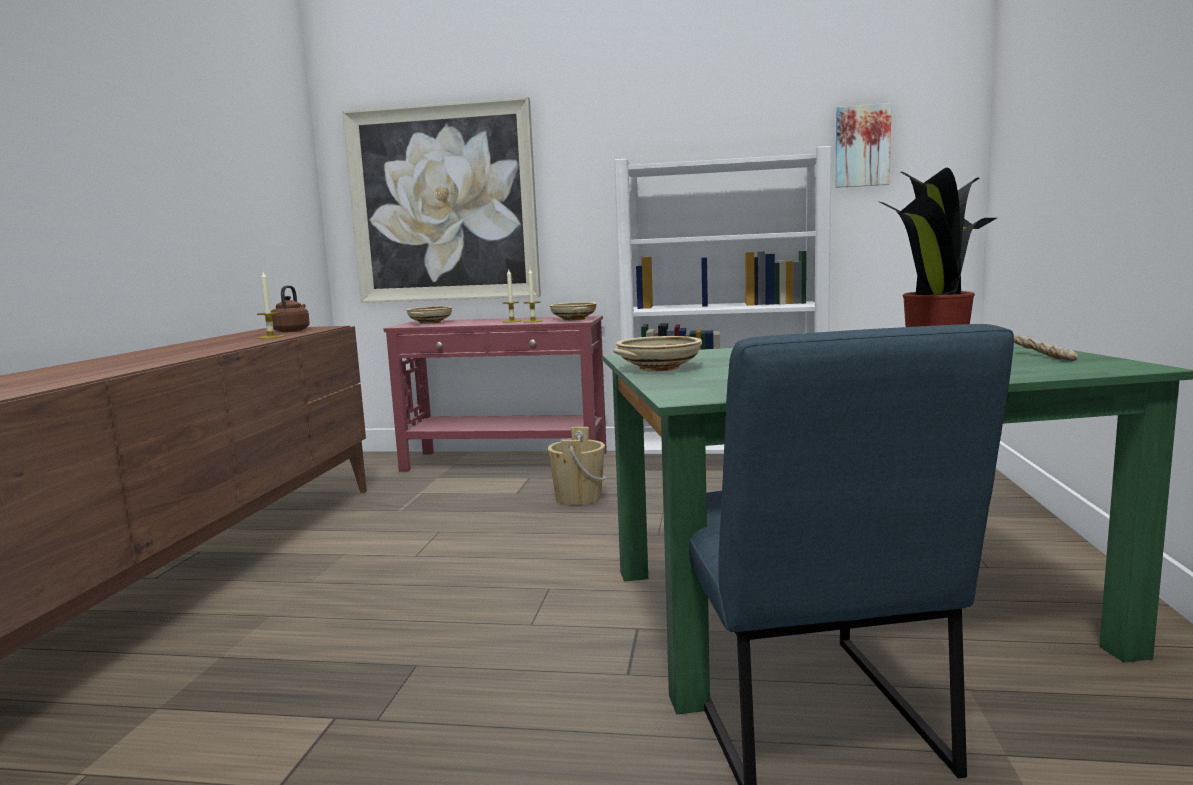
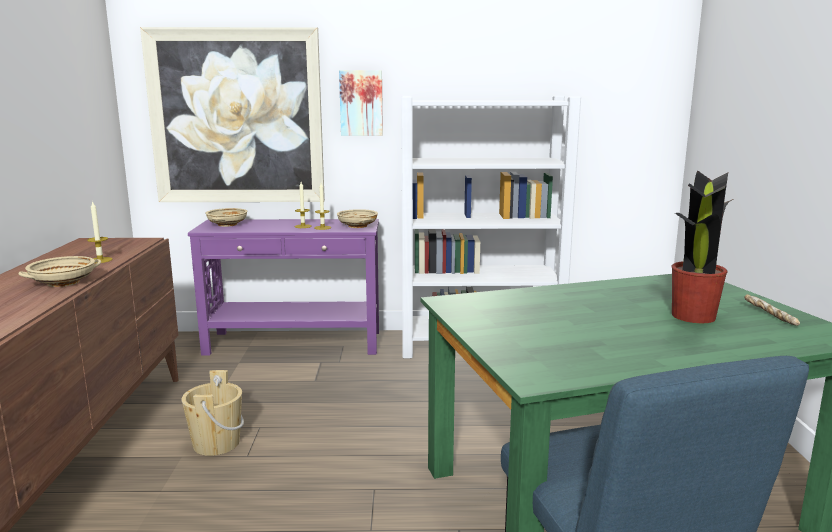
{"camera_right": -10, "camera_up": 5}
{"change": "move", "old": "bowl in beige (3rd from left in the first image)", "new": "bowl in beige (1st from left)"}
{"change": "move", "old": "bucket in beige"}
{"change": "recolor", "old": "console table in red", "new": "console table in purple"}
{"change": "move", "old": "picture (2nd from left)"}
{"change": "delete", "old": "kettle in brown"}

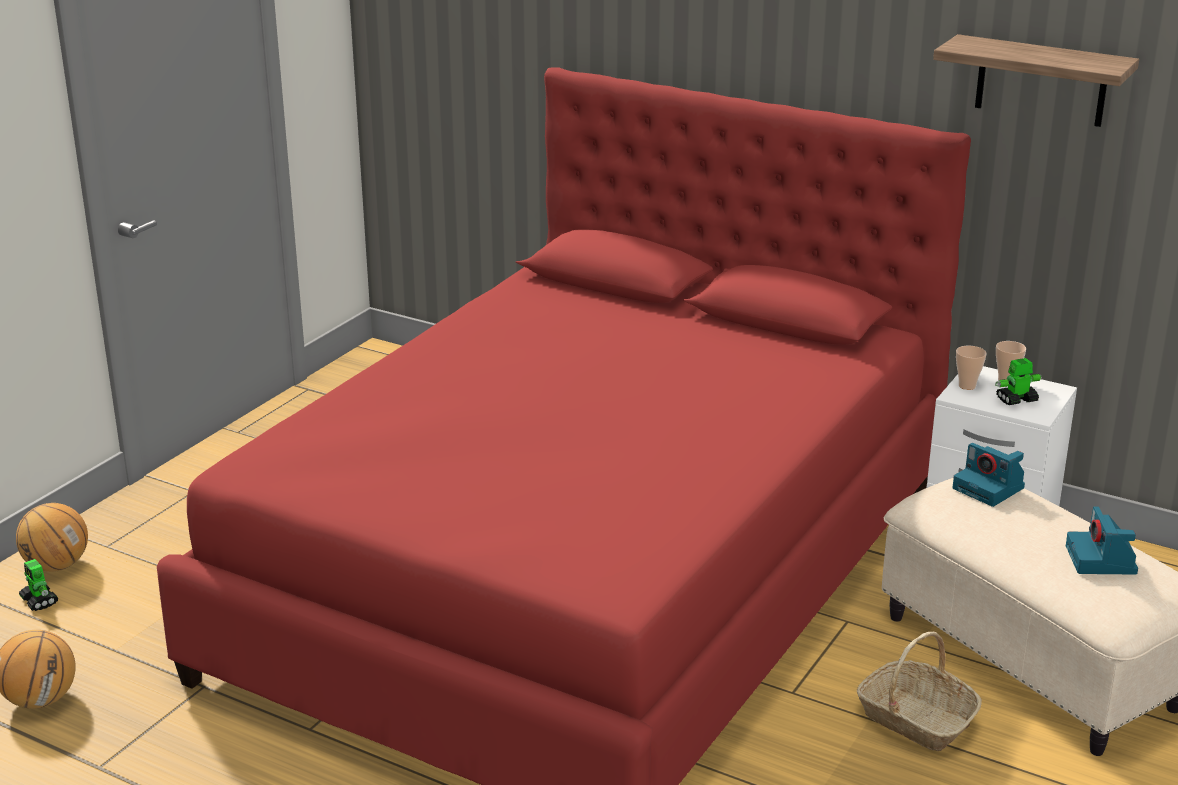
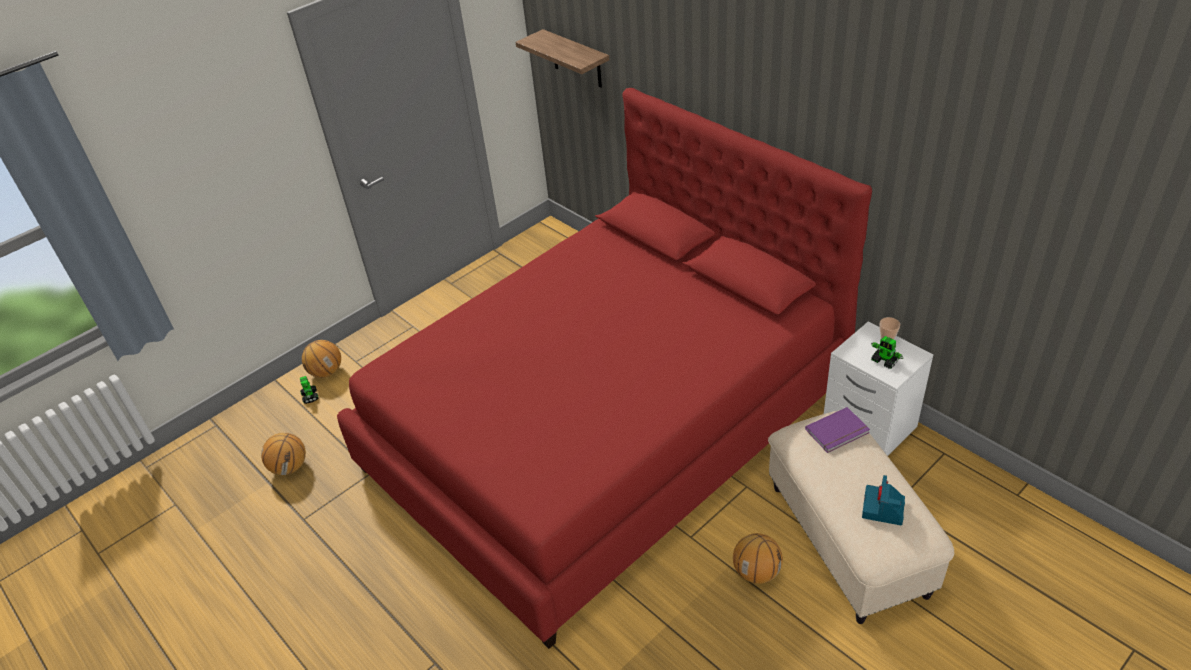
{"camera_right": 20, "camera_up": 15}
{"change": "move", "old": "shelf"}
{"change": "replace", "old": "basket", "new": "basketball (3rd from left)"}
{"change": "replace", "old": "photo camera (1st from left)", "new": "book in purple"}
{"change": "rotate", "old": "toy robot (2nd from left)", "degrees": -135}
{"change": "delete", "old": "cup (1st from left)"}

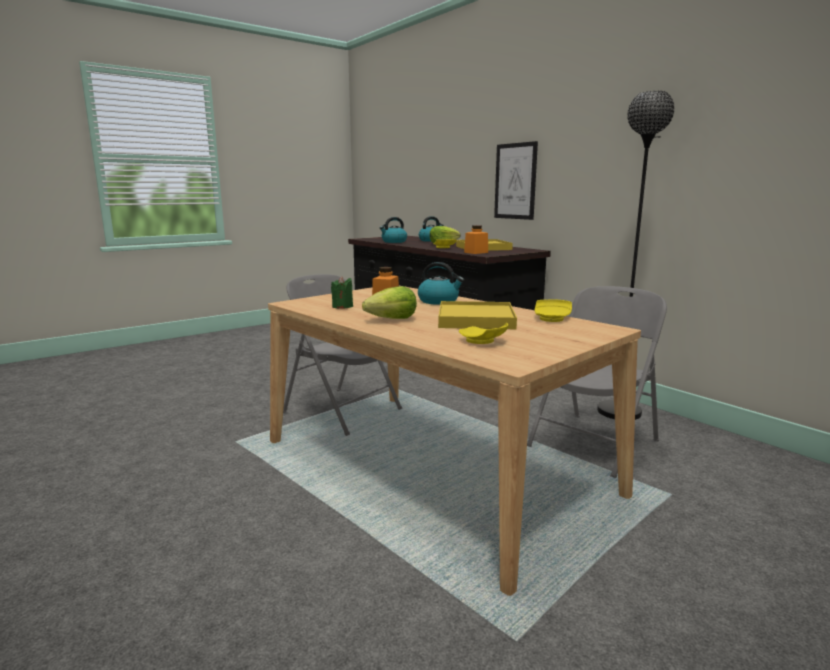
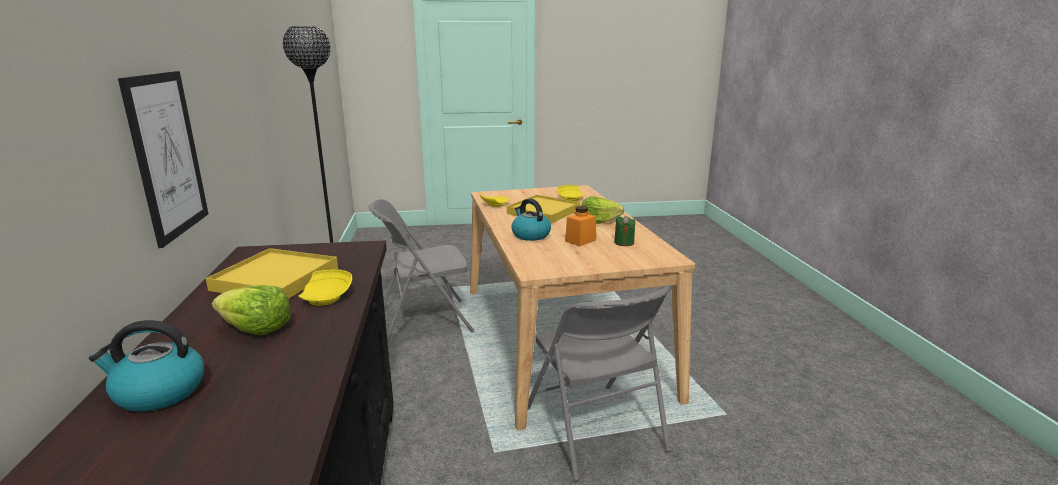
{"camera_right": -150, "camera_up": 5}
{"change": "delete", "old": "kettle (1st from left)"}
{"change": "delete", "old": "jar in orange (2nd from left)"}

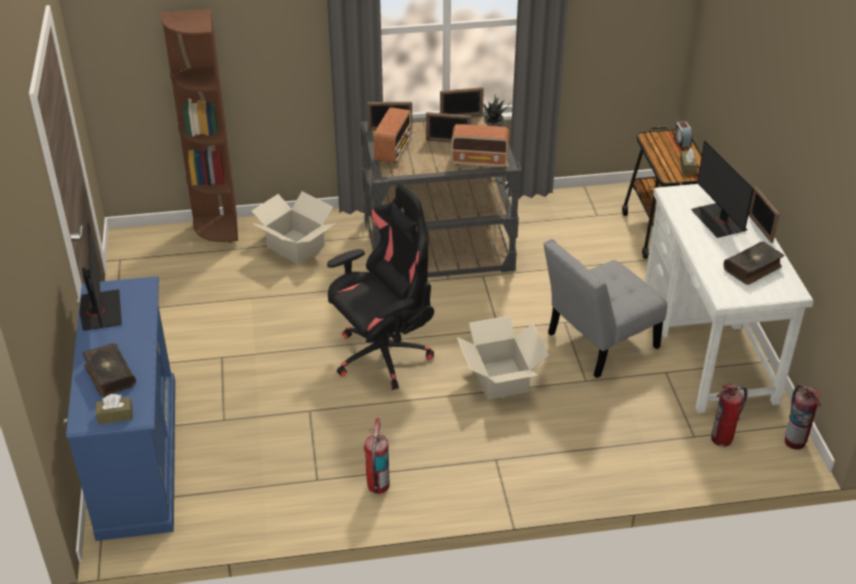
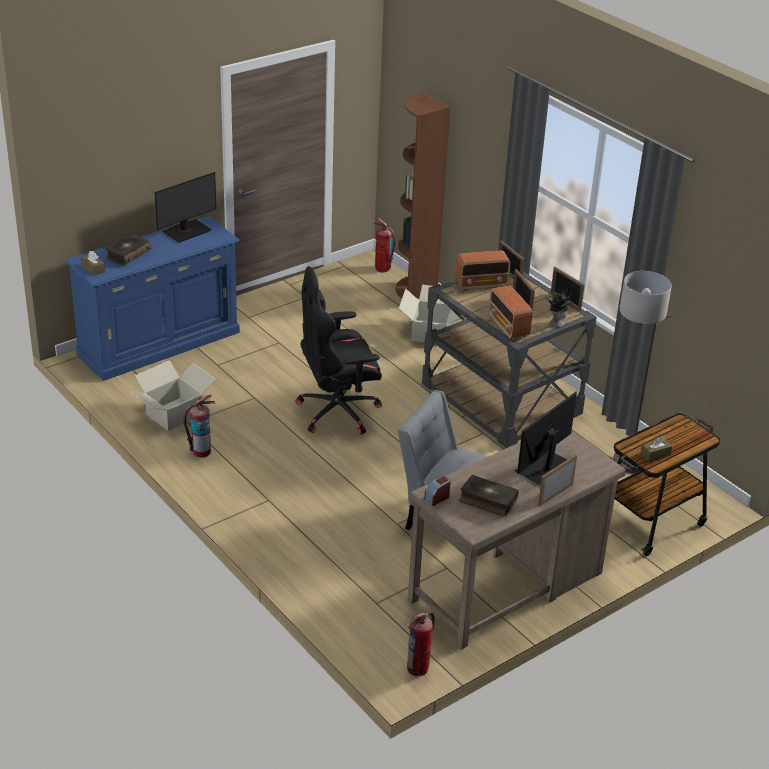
{"camera_right": 60, "camera_up": -5}
{"change": "move", "old": "cardboard box (2nd from left in the first image)", "new": "cardboard box (1st from left)"}
{"change": "rotate", "old": "office chair in black", "degrees": 135}
{"change": "move", "old": "fire extinguisher (2nd from left)"}
{"change": "recolor", "old": "desk in white", "new": "desk in brown"}
{"change": "move", "old": "alarm clock"}
{"change": "insert", "new": "floor lamp in grey"}

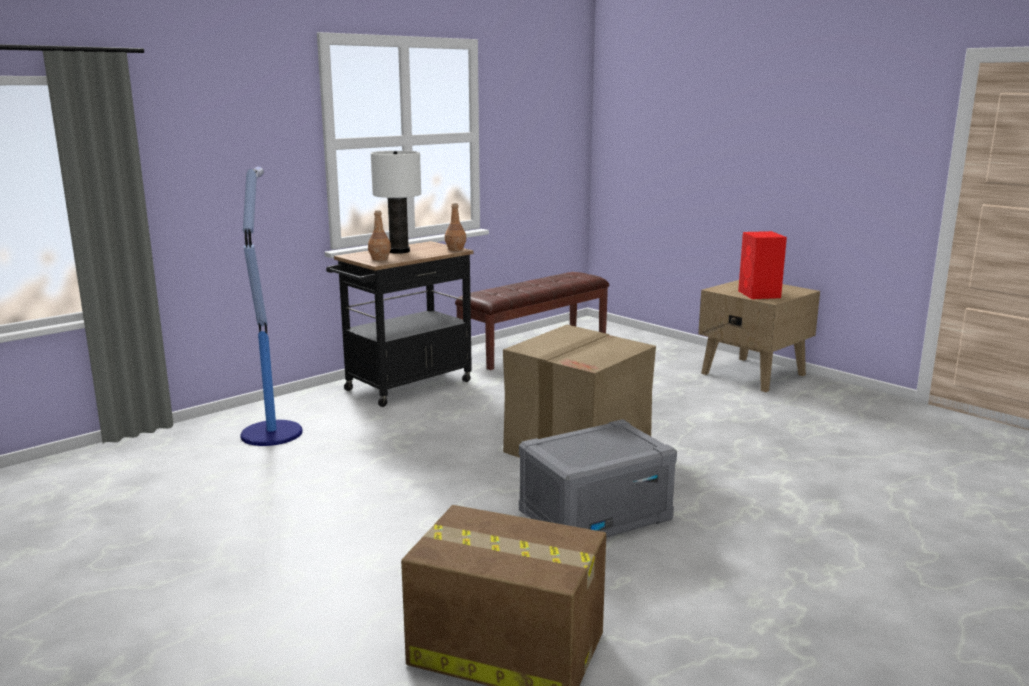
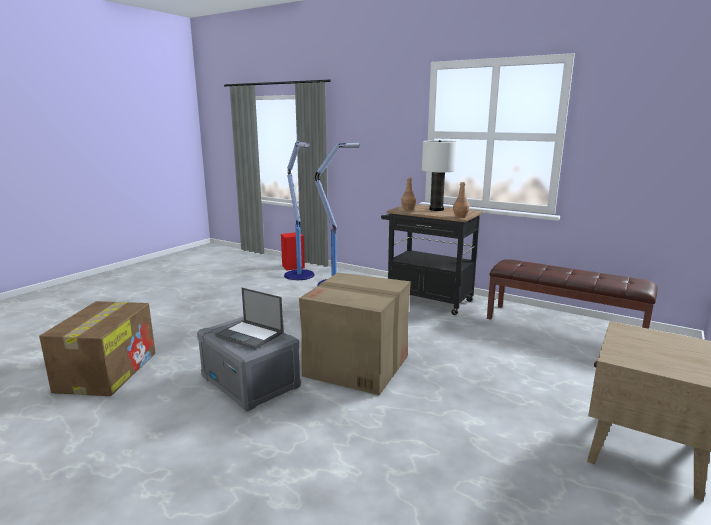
{"camera_right": 75, "camera_up": 0}
{"change": "insert", "new": "laptop"}
{"change": "move", "old": "speaker in red"}
{"change": "insert", "new": "floor lamp (1st from left)"}

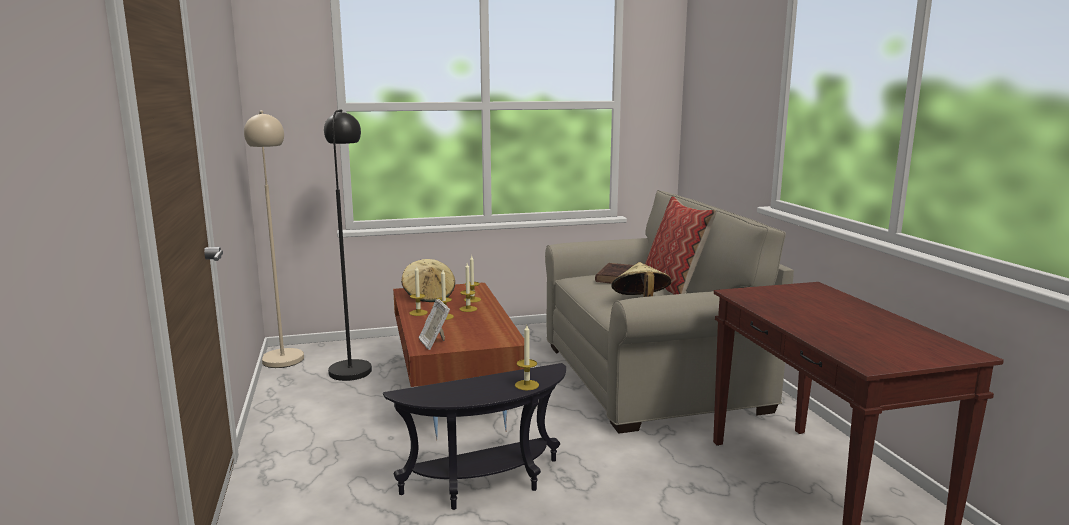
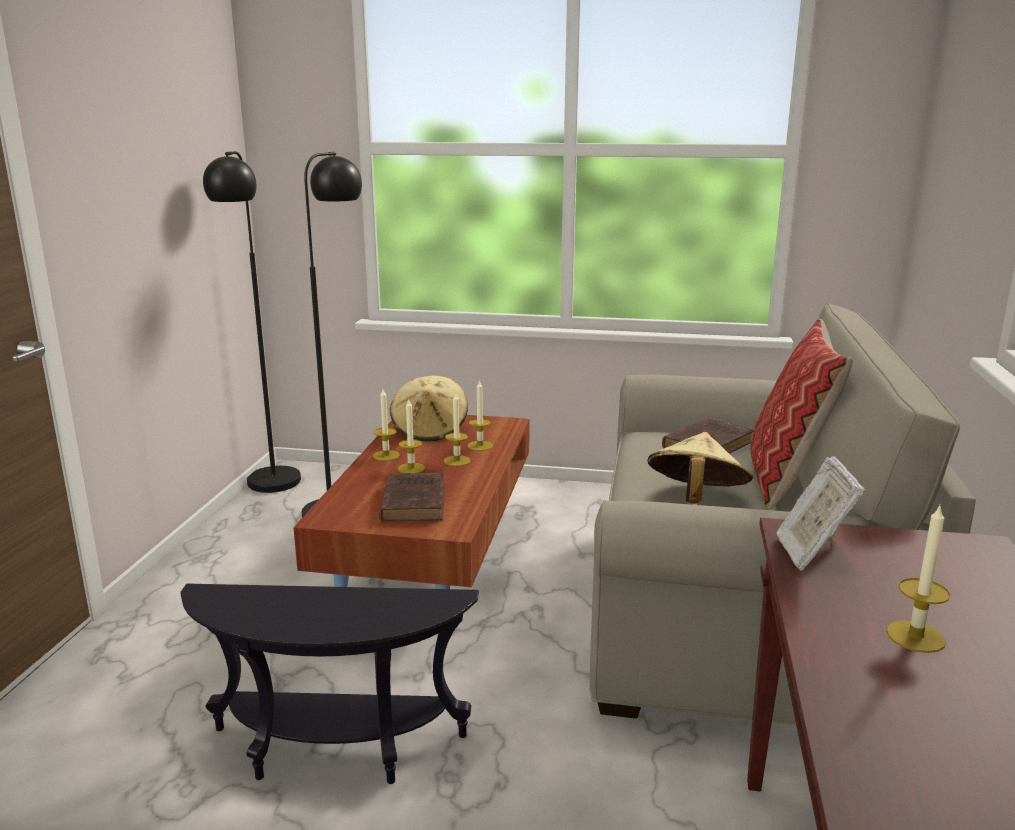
{"camera_right": 25, "camera_up": 5}
{"change": "recolor", "old": "floor lamp in beige", "new": "floor lamp in black (1st from left)"}
{"change": "insert", "new": "book in brown (1st from left)"}
{"change": "move", "old": "picture frame"}
{"change": "move", "old": "candle (5th from left)"}

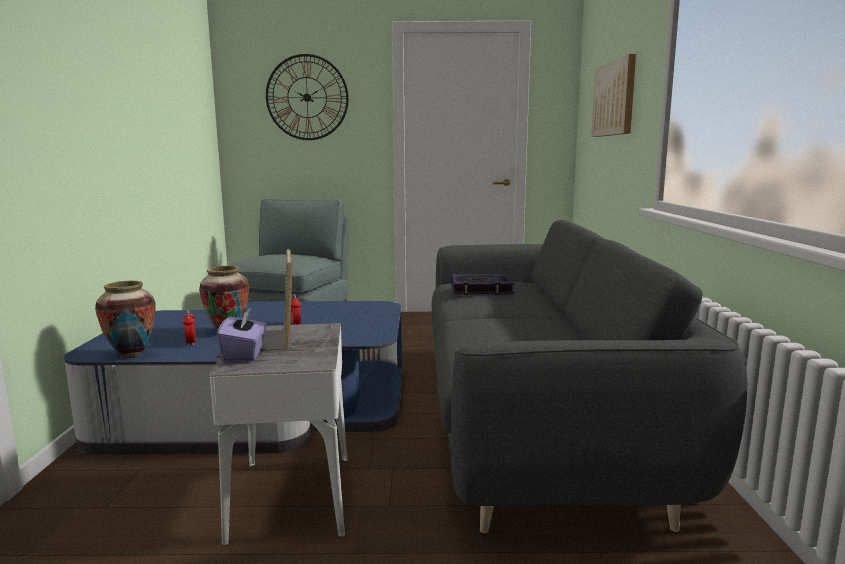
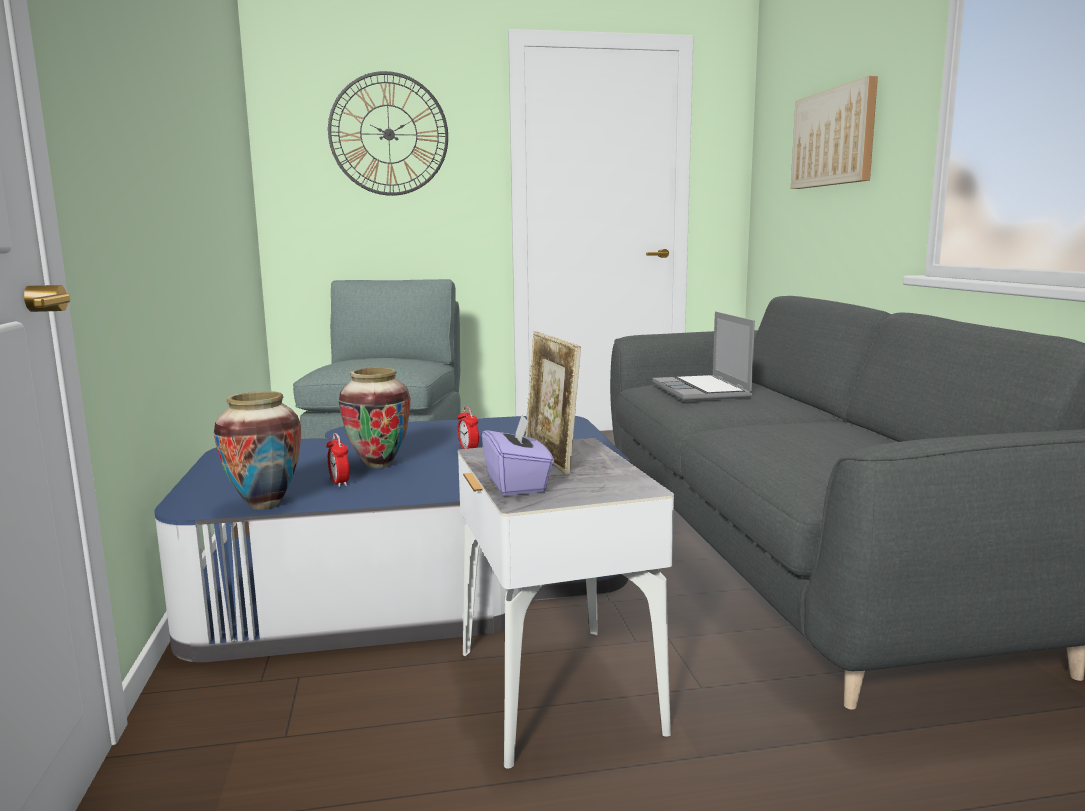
{"camera_right": -10, "camera_up": 0}
{"change": "replace", "old": "book", "new": "laptop"}

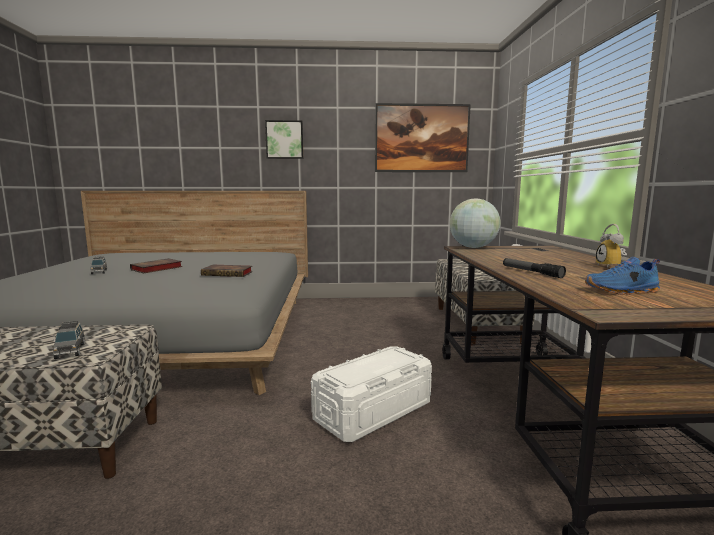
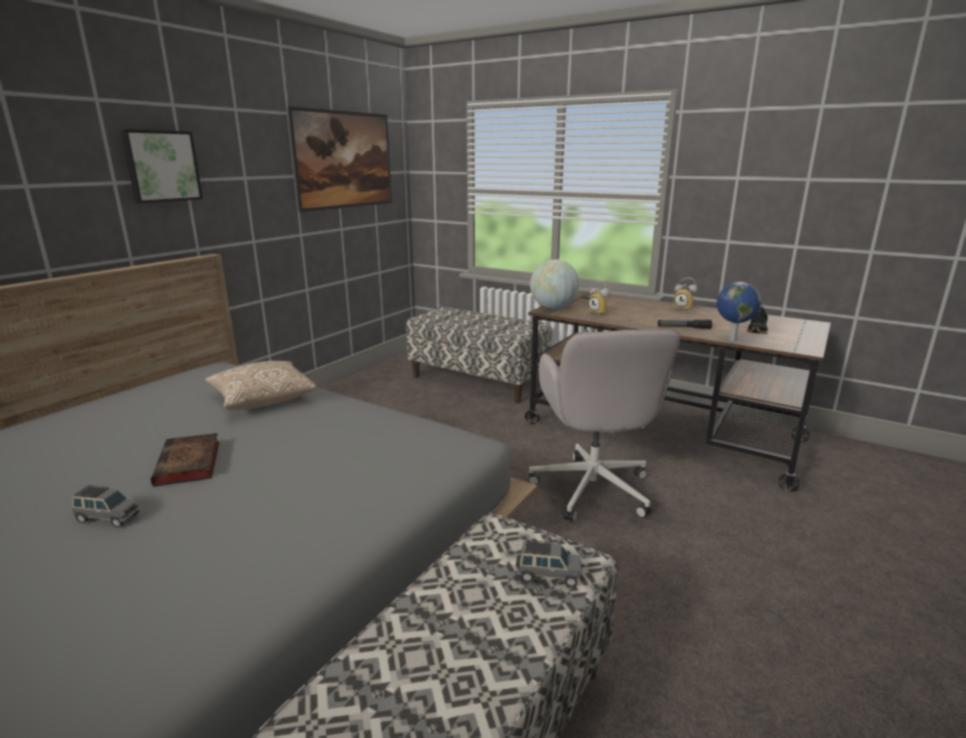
{"camera_right": -55, "camera_up": 10}
{"change": "insert", "new": "pillow"}
{"change": "replace", "old": "storage box in white", "new": "office chair in grey"}
{"change": "insert", "new": "alarm clock (1st from left)"}
{"change": "insert", "new": "globe (2nd from left)"}
{"change": "recolor", "old": "shoe in blue", "new": "shoe in black"}
{"change": "delete", "old": "book (2nd from left)"}

